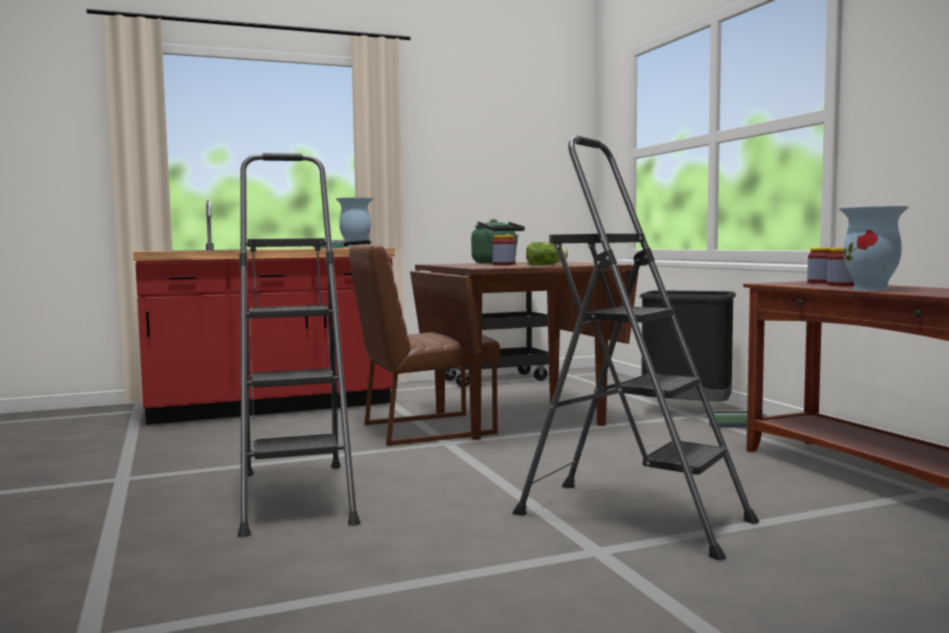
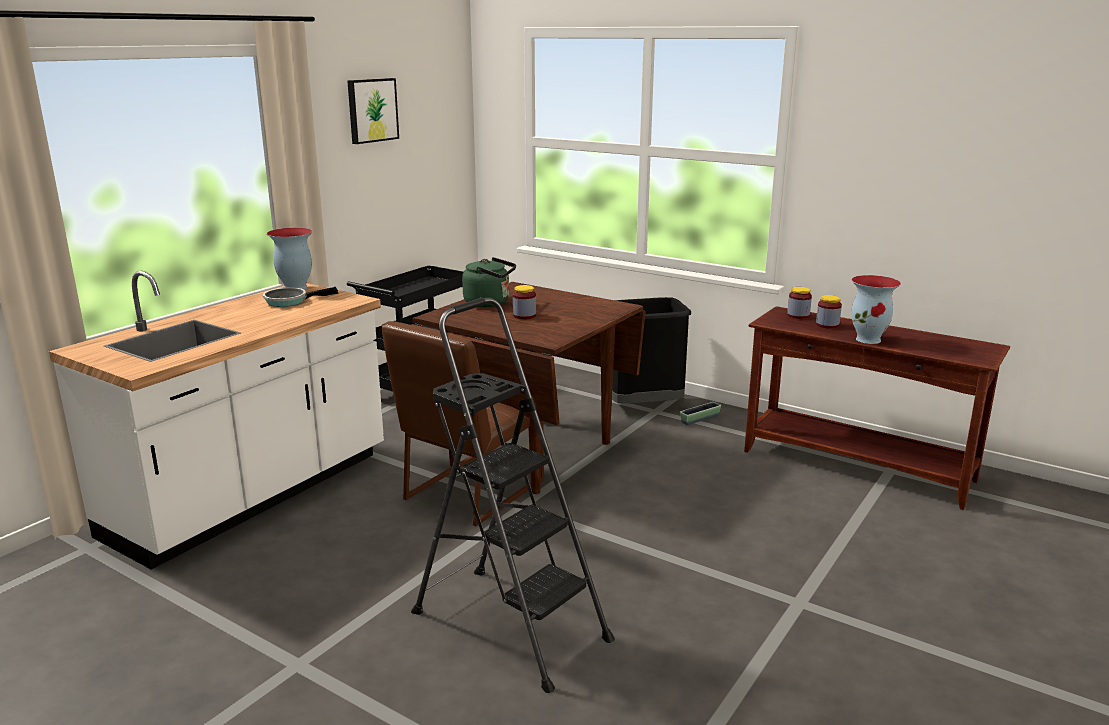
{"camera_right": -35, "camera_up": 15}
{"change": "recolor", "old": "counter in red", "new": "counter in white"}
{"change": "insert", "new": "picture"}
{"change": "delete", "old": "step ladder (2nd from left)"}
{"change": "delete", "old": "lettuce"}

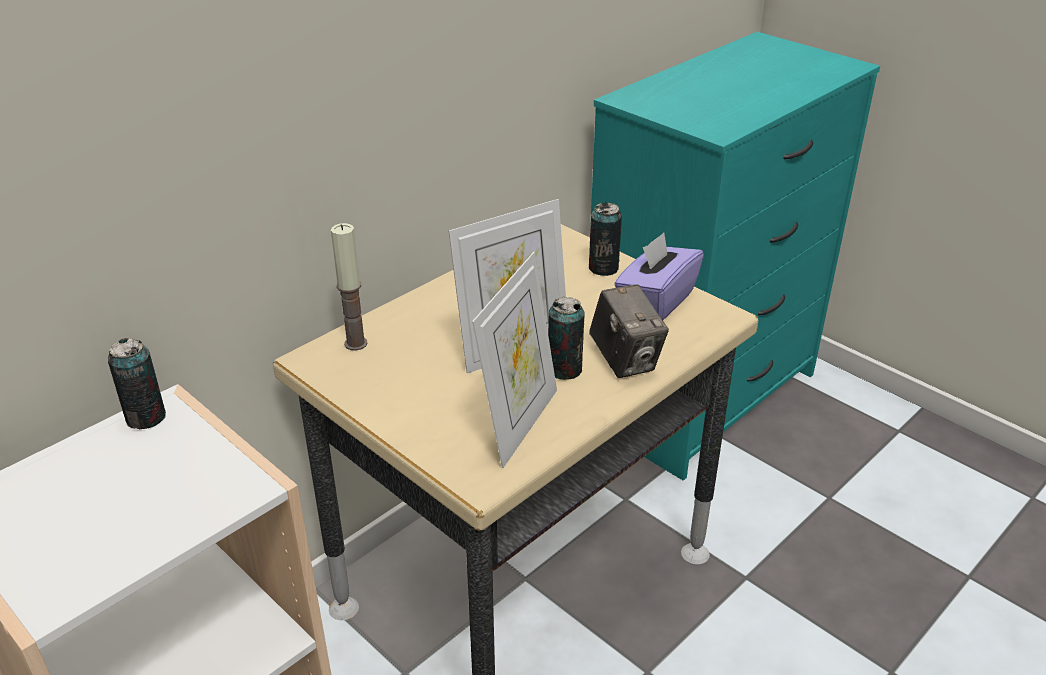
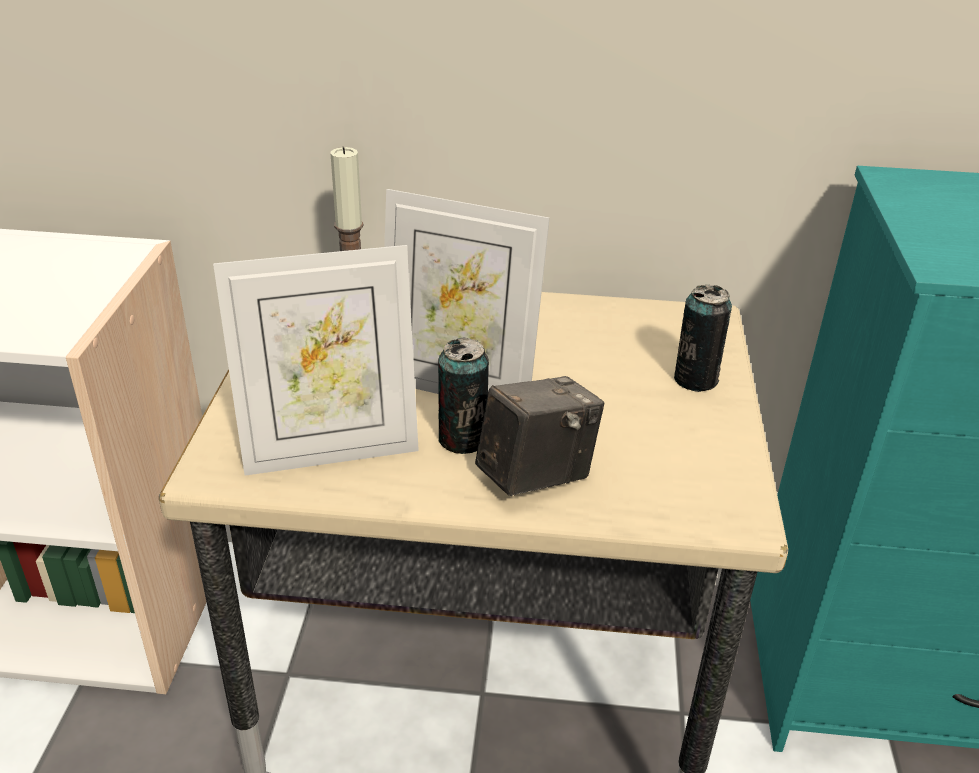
{"camera_right": 50, "camera_up": 0}
{"change": "rotate", "old": "photo camera", "degrees": -150}
{"change": "delete", "old": "can (1st from left)"}
{"change": "delete", "old": "tissue box in purple"}

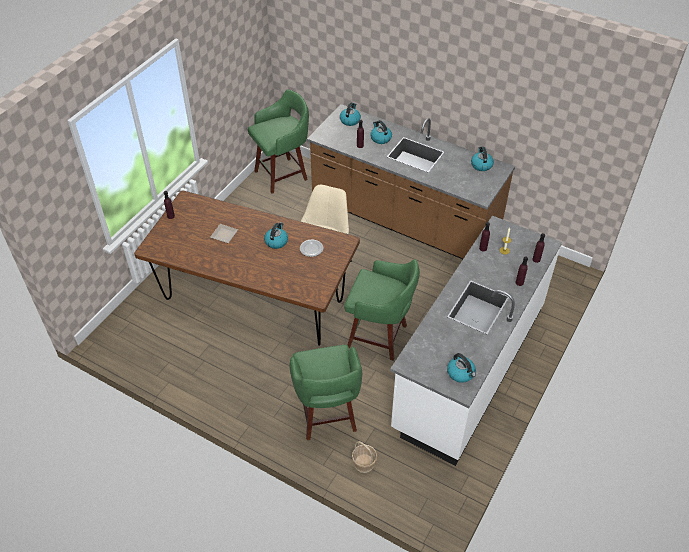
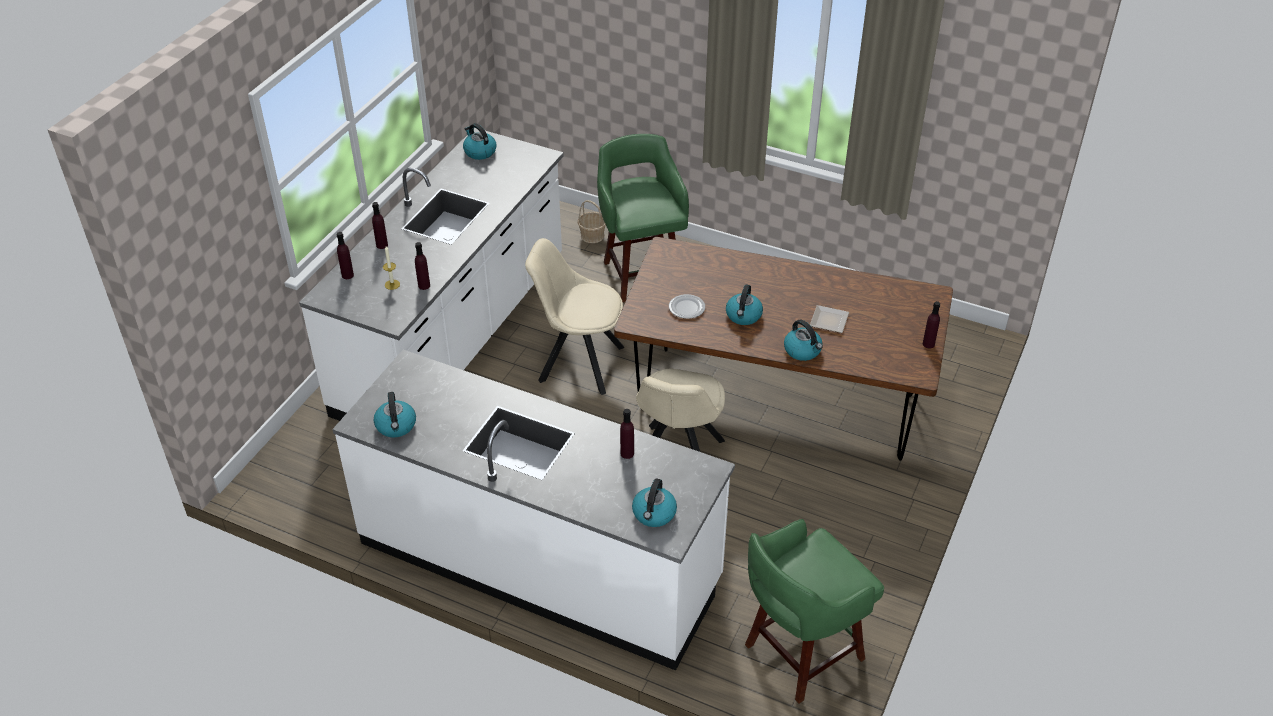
{"camera_right": 175, "camera_up": -5}
{"change": "recolor", "old": "counter in brown", "new": "counter in white (2nd from left)"}
{"change": "replace", "old": "stool in green (3rd from left)", "new": "chair in beige (1st from left)"}
{"change": "move", "old": "kettle (3rd from left in the first image)", "new": "kettle (5th from left)"}

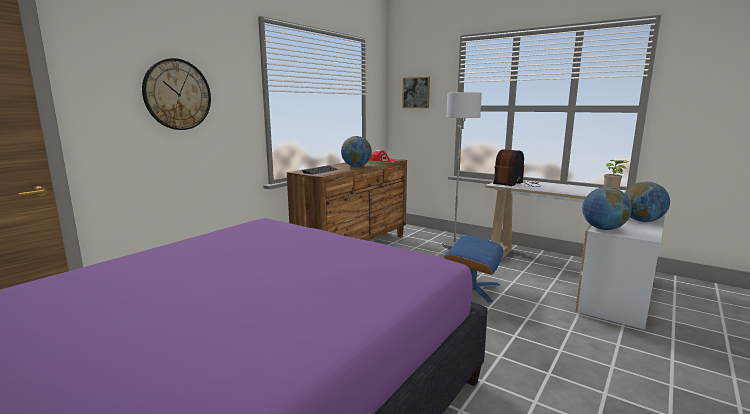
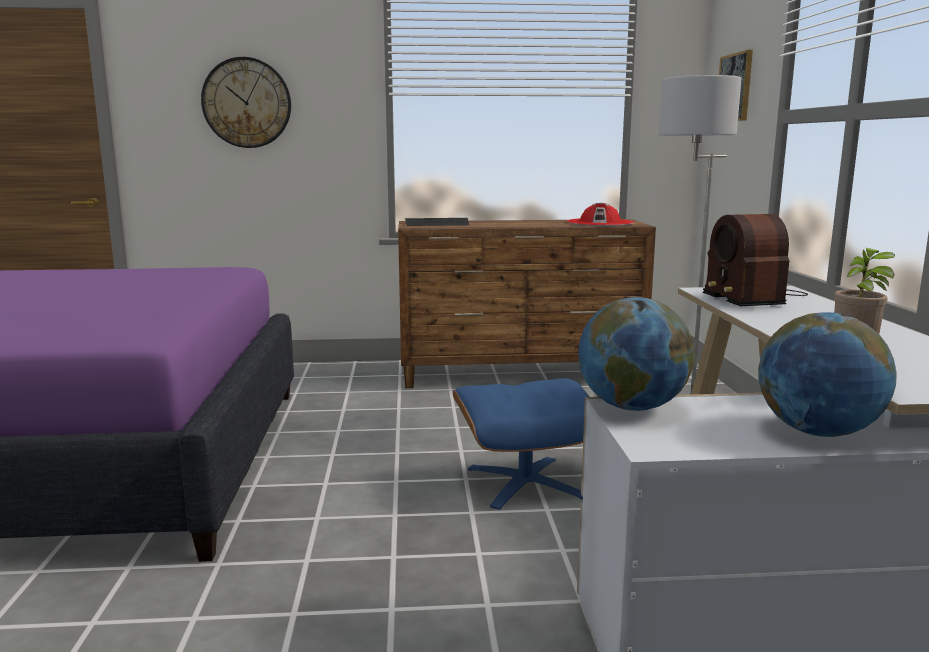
{"camera_right": 50, "camera_up": 0}
{"change": "rotate", "old": "radio", "degrees": -105}
{"change": "delete", "old": "globe (1st from left)"}

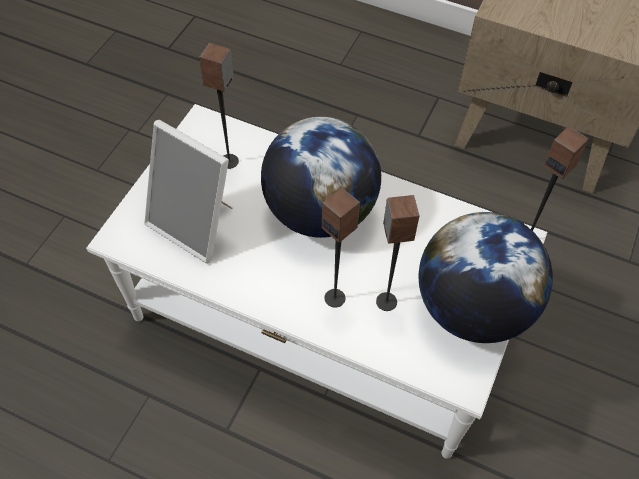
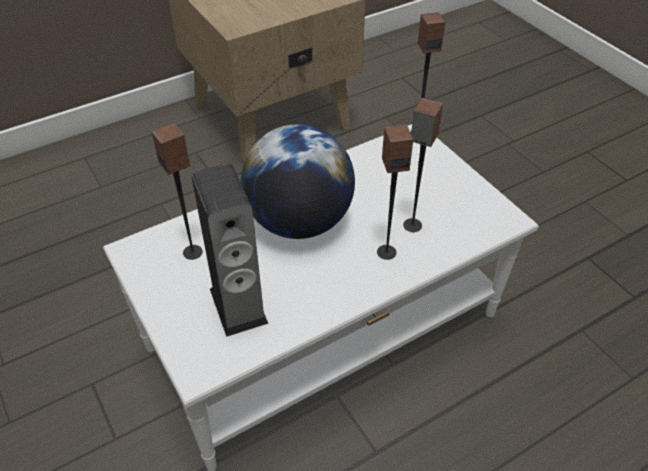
{"camera_right": -55, "camera_up": -10}
{"change": "replace", "old": "picture frame", "new": "speaker (2nd from left)"}
{"change": "delete", "old": "globe (2nd from left)"}

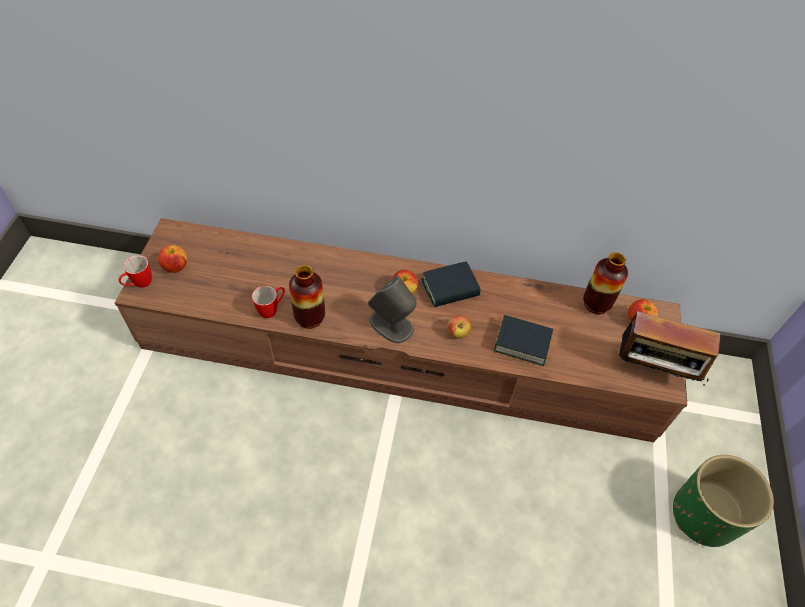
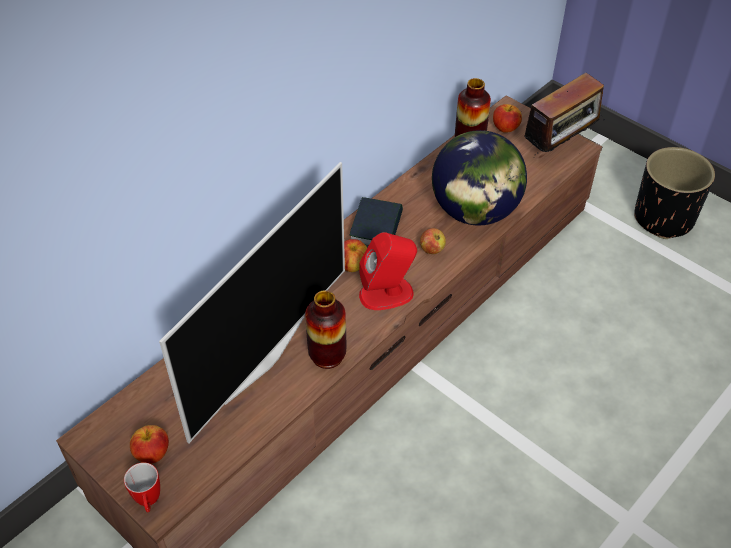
{"camera_right": -55, "camera_up": -5}
{"change": "insert", "new": "television"}
{"change": "recolor", "old": "speaker in grey", "new": "speaker in red"}
{"change": "replace", "old": "book (2nd from left)", "new": "globe"}
{"change": "recolor", "old": "planter in green", "new": "planter in black"}
{"change": "delete", "old": "mug (2nd from left)"}

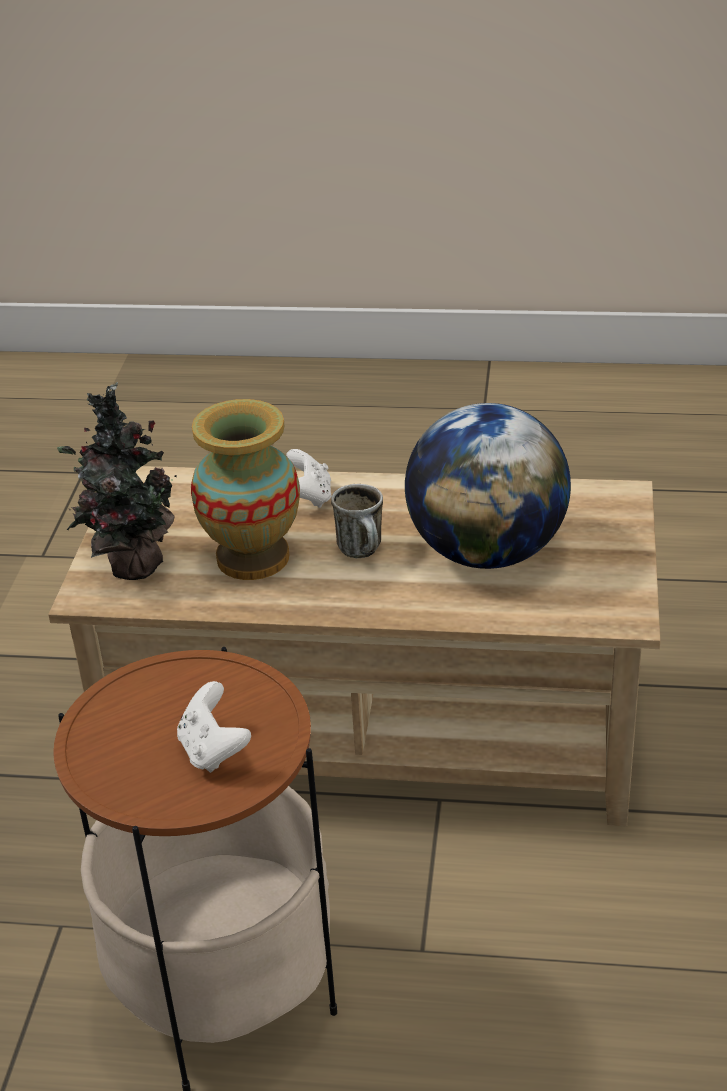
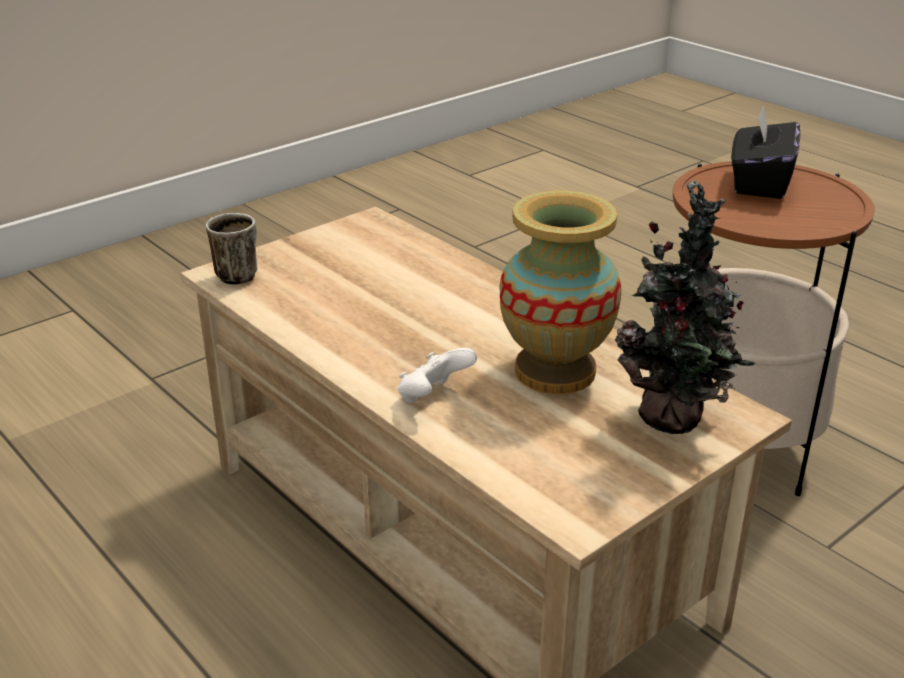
{"camera_right": -140, "camera_up": -5}
{"change": "move", "old": "mug"}
{"change": "replace", "old": "game controller in white (1st from left)", "new": "tissue box in black"}
{"change": "delete", "old": "globe"}

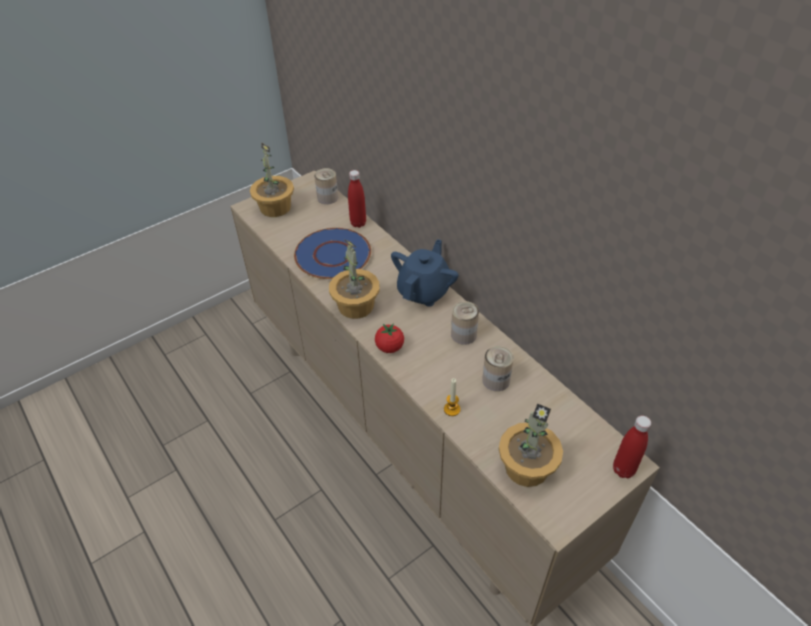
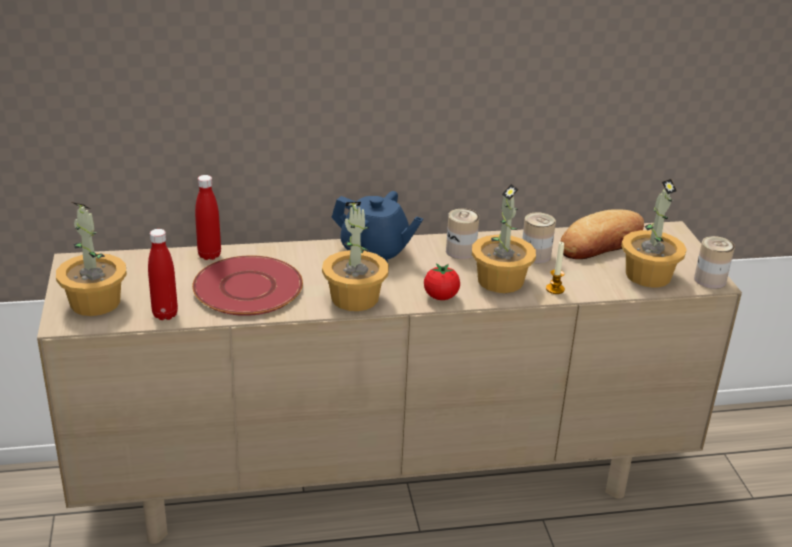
{"camera_right": -65, "camera_up": -15}
{"change": "move", "old": "bottle in red (2nd from left in the first image)", "new": "bottle in red (1st from left)"}
{"change": "recolor", "old": "plate in blue", "new": "plate in red"}
{"change": "rotate", "old": "teapot in blue", "degrees": 150}
{"change": "insert", "new": "potted plant (3rd from left)"}
{"change": "insert", "new": "bread"}
{"change": "move", "old": "can (1st from left in the first image)", "new": "can (3rd from left)"}

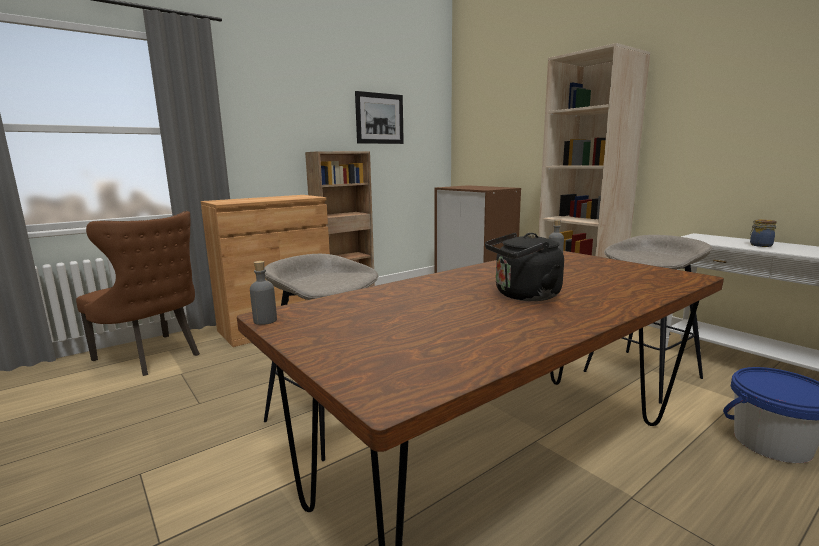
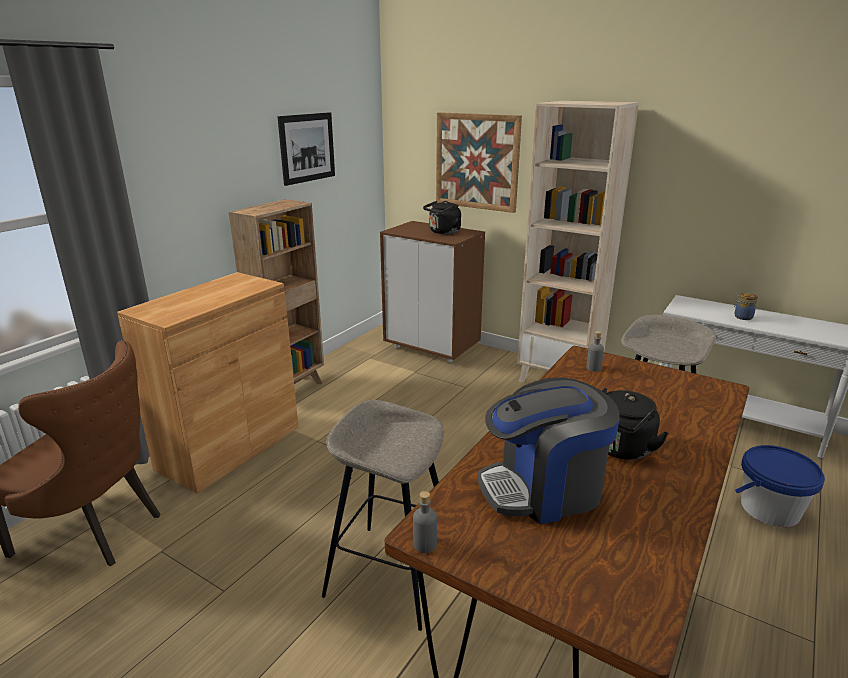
{"camera_right": -20, "camera_up": 10}
{"change": "insert", "new": "kettle in black (1st from left)"}
{"change": "insert", "new": "picture (2nd from left)"}
{"change": "insert", "new": "coffee machine"}

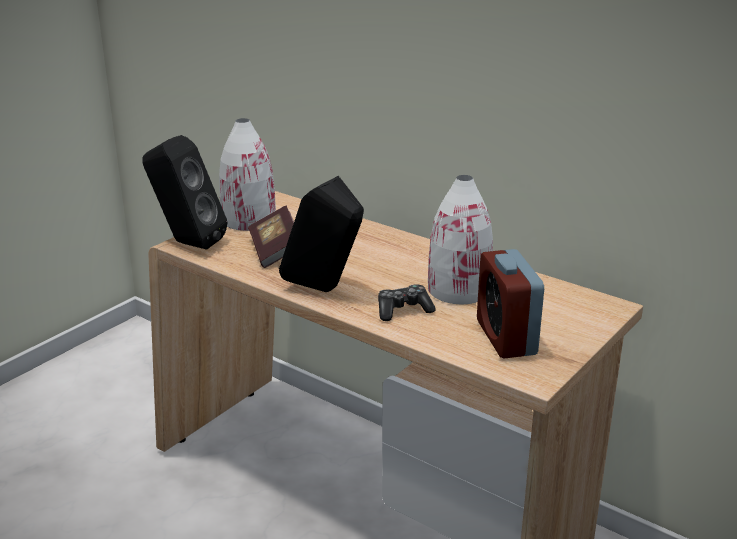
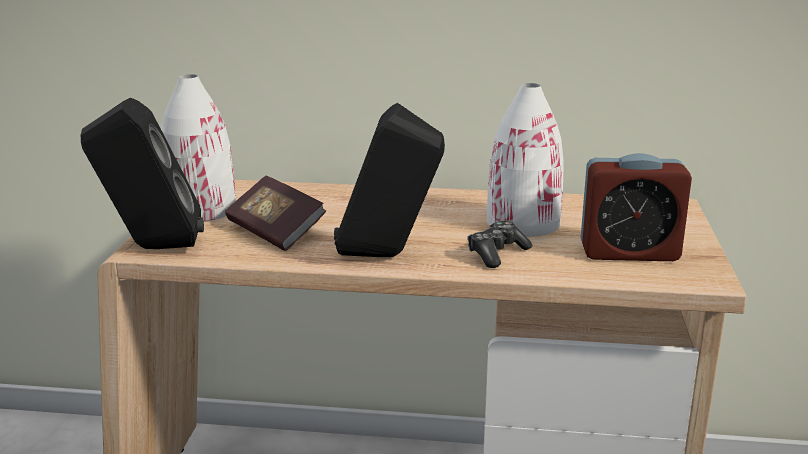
{"camera_right": -30, "camera_up": -5}
{"change": "rotate", "old": "alarm clock", "degrees": -45}

